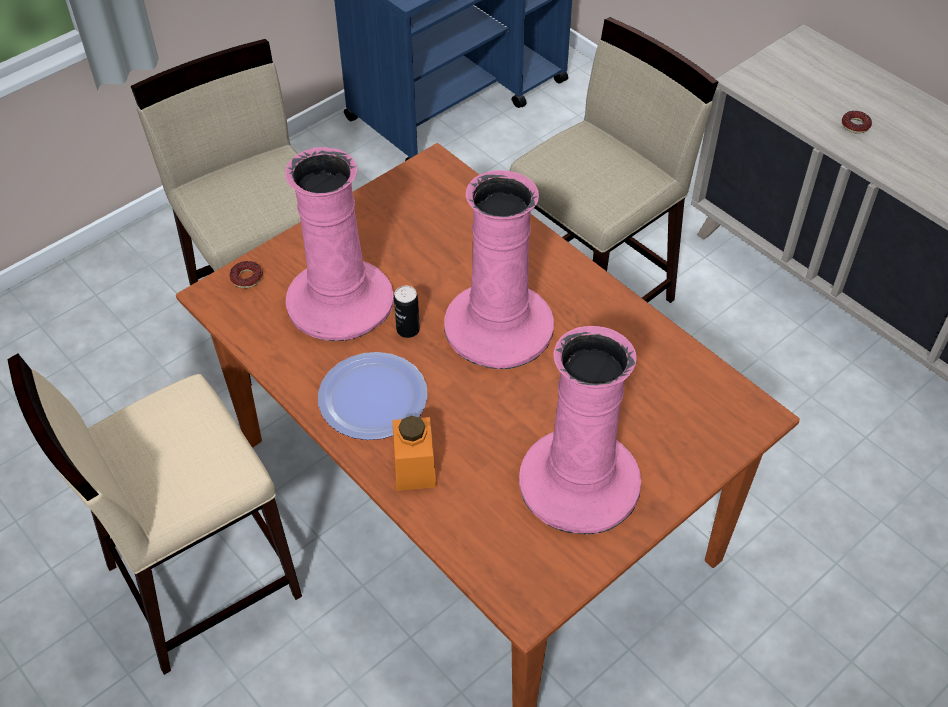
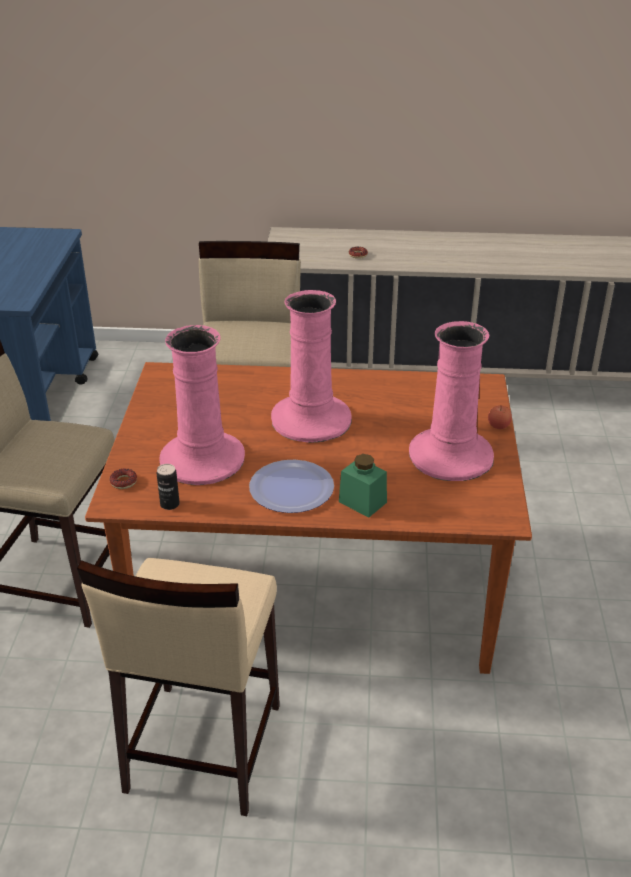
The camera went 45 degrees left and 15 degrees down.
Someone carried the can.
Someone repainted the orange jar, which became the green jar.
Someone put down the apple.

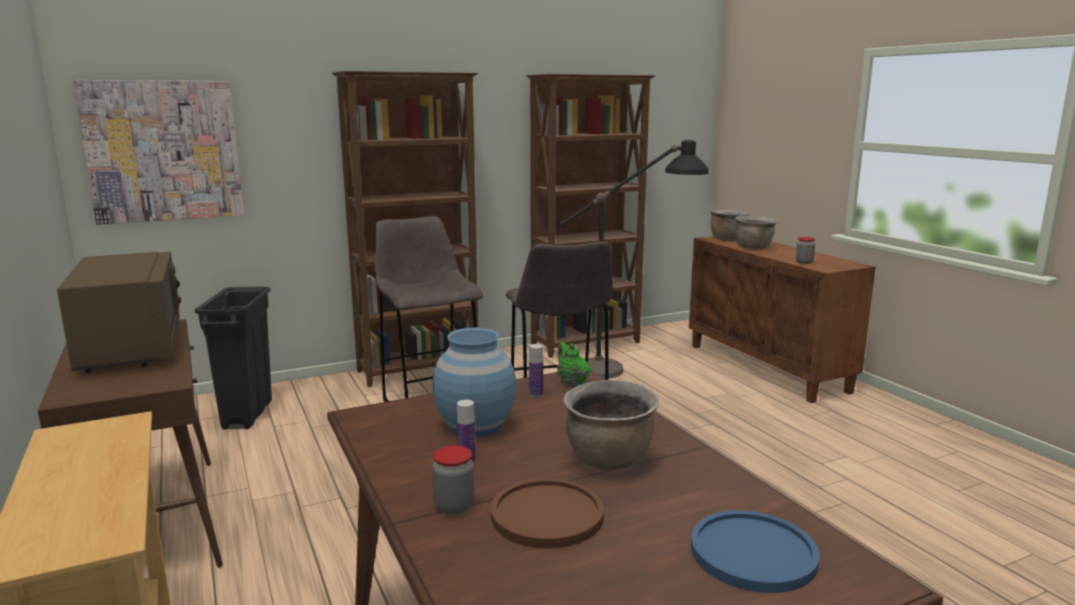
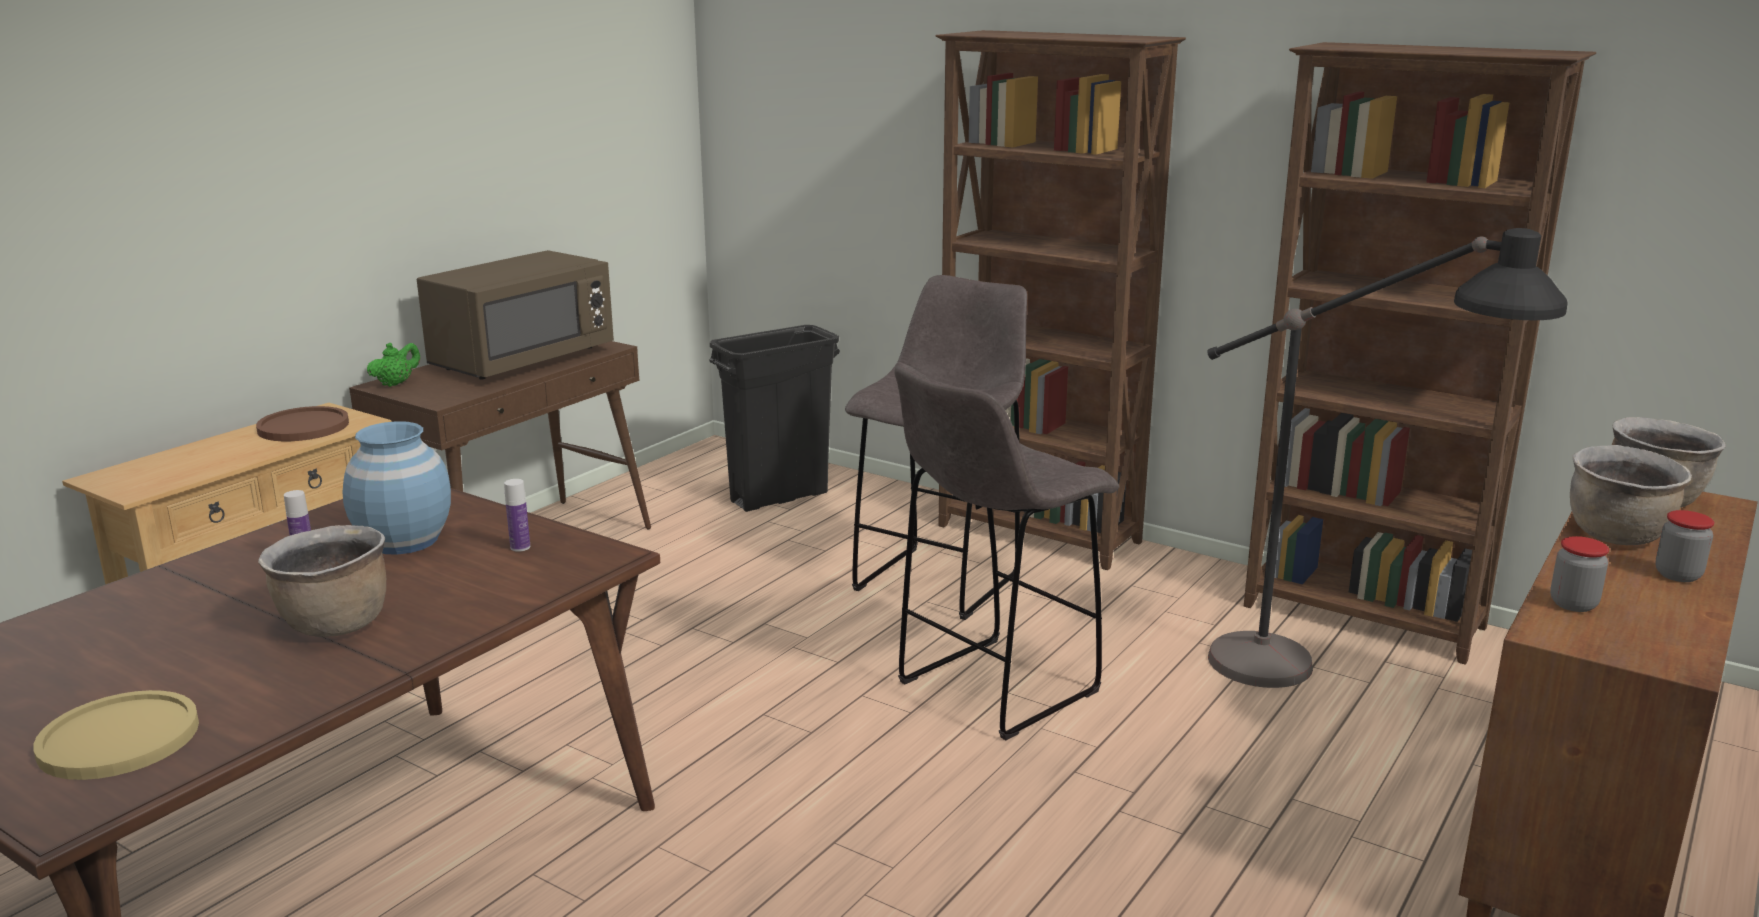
The camera went 60 degrees right and 5 degrees up.
Someone repainted the blue plate, which became the yellow plate.
Someone carried the brown plate.
Someone carried the green teapot.
Someone carried the jar (1st from left in the first image).
Someone took away the picture.

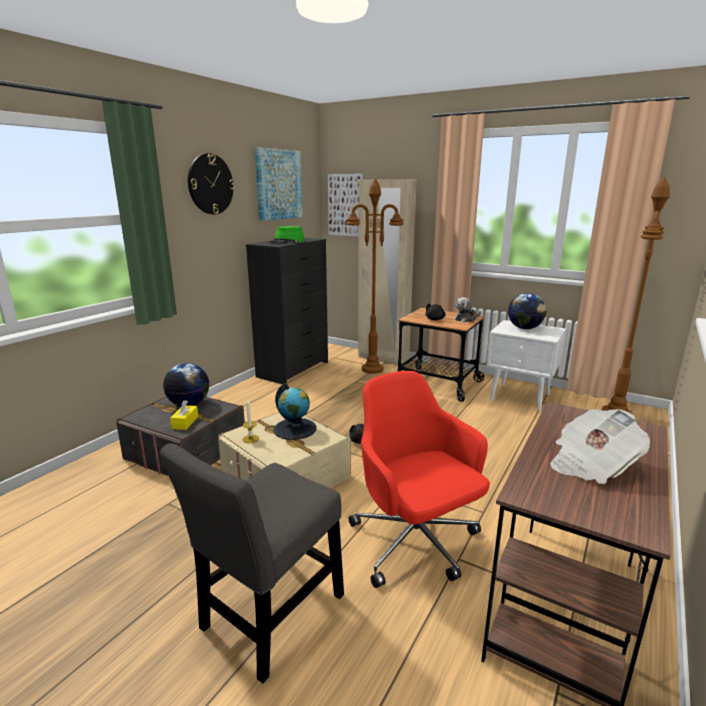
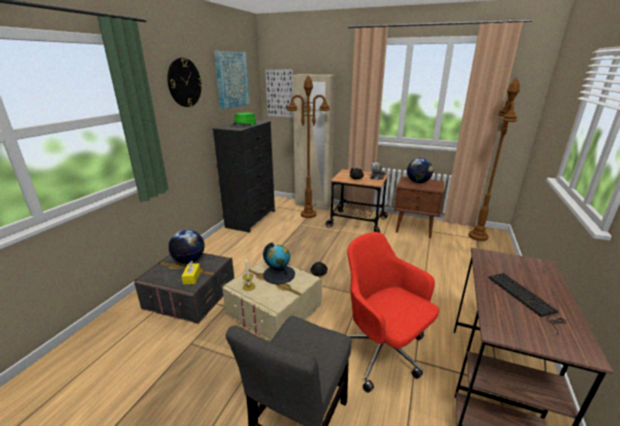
The camera went 10 degrees left and 5 degrees up.
Someone repainted the white nightstand, which became the brown nightstand.
Someone swapped the newspaper for the keyboard.

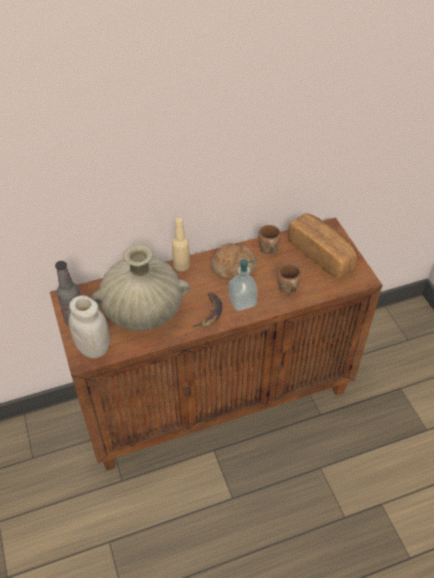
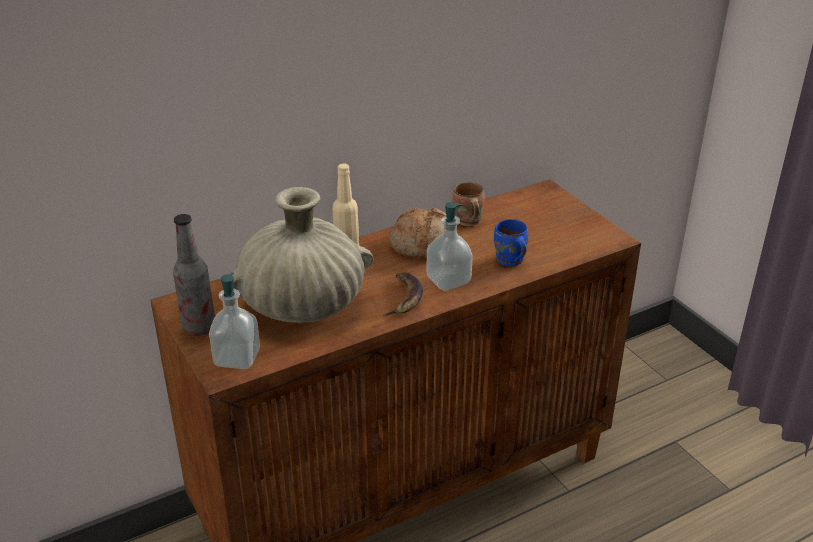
The camera went 10 degrees left and 15 degrees down.
Someone swapped the white jar for the soap dispenser (1st from left).
Someone repainted the brown mug (2nd from left), which became the blue mug.
Someone took away the bread (2nd from left).

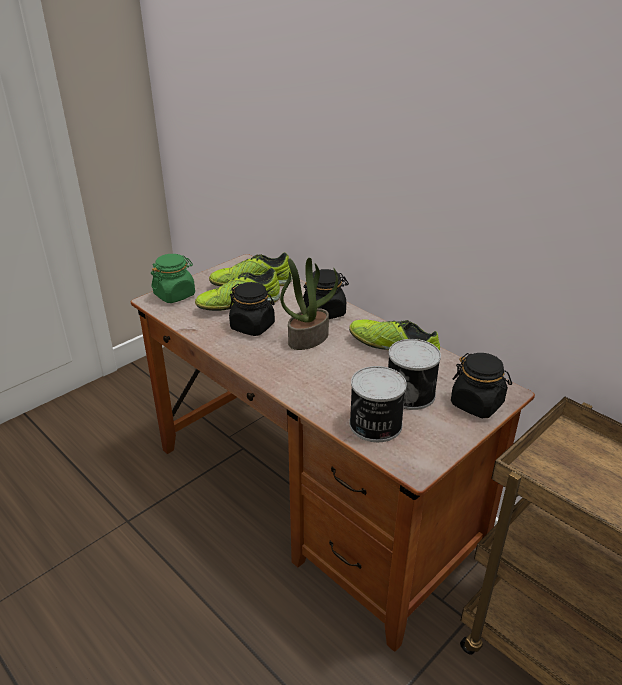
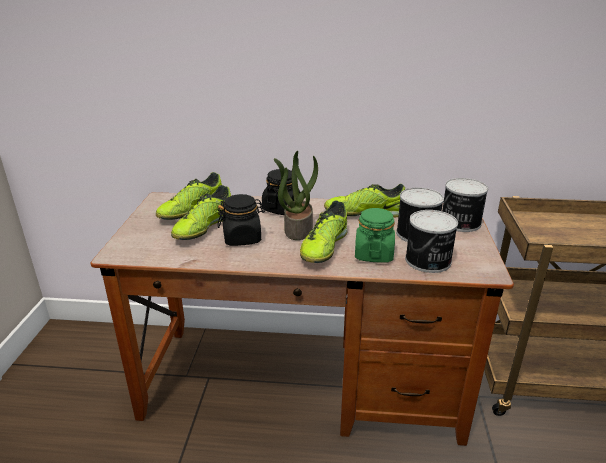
The camera went 40 degrees left and 5 degrees down.
Someone put down the shoe (3rd from left).
Someone carried the green jar.
Someone swapped the black jar (3rd from left) for the can (3rd from left).

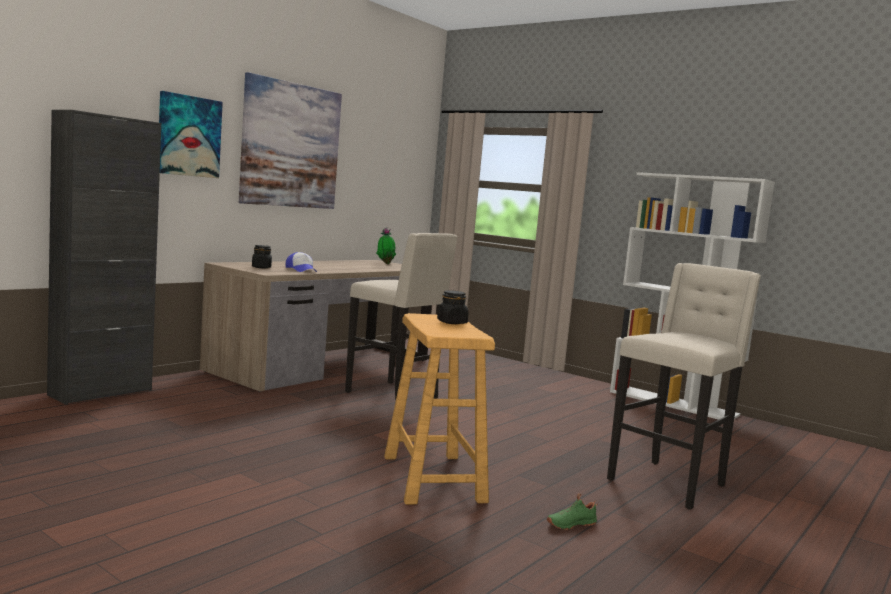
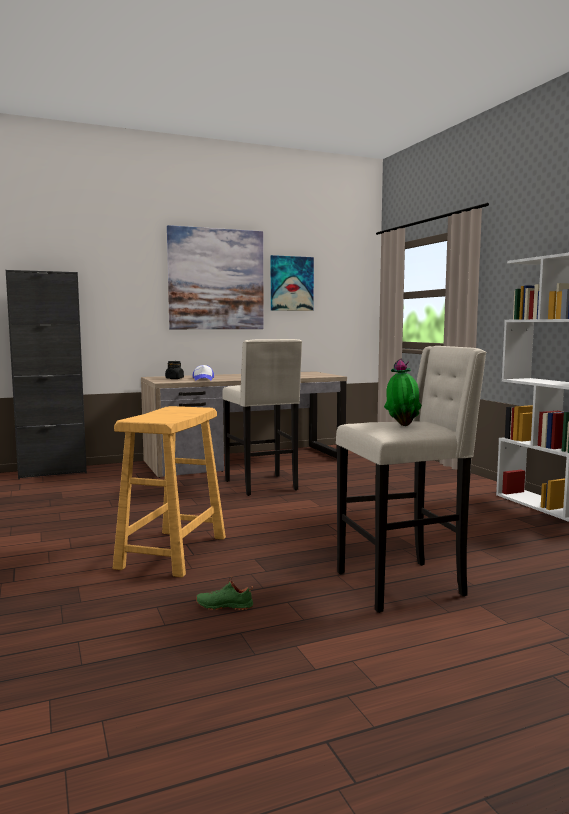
The camera went 30 degrees right and 0 degrees up.
Someone carried the picture (1st from left in the first image).
Someone carried the potted plant.
Someone took away the black jar (2nd from left).

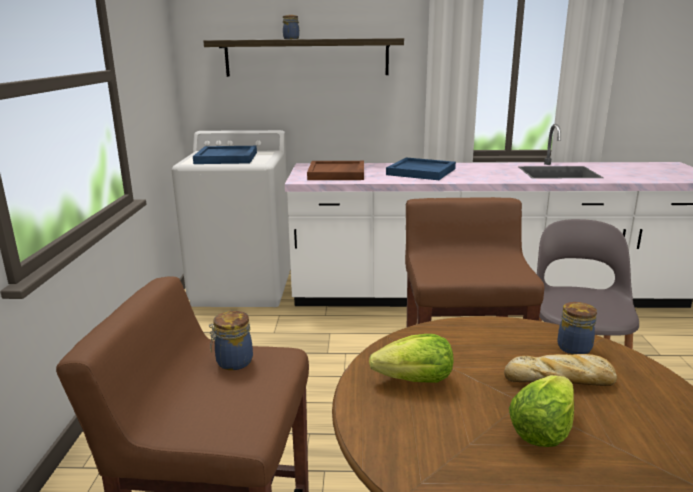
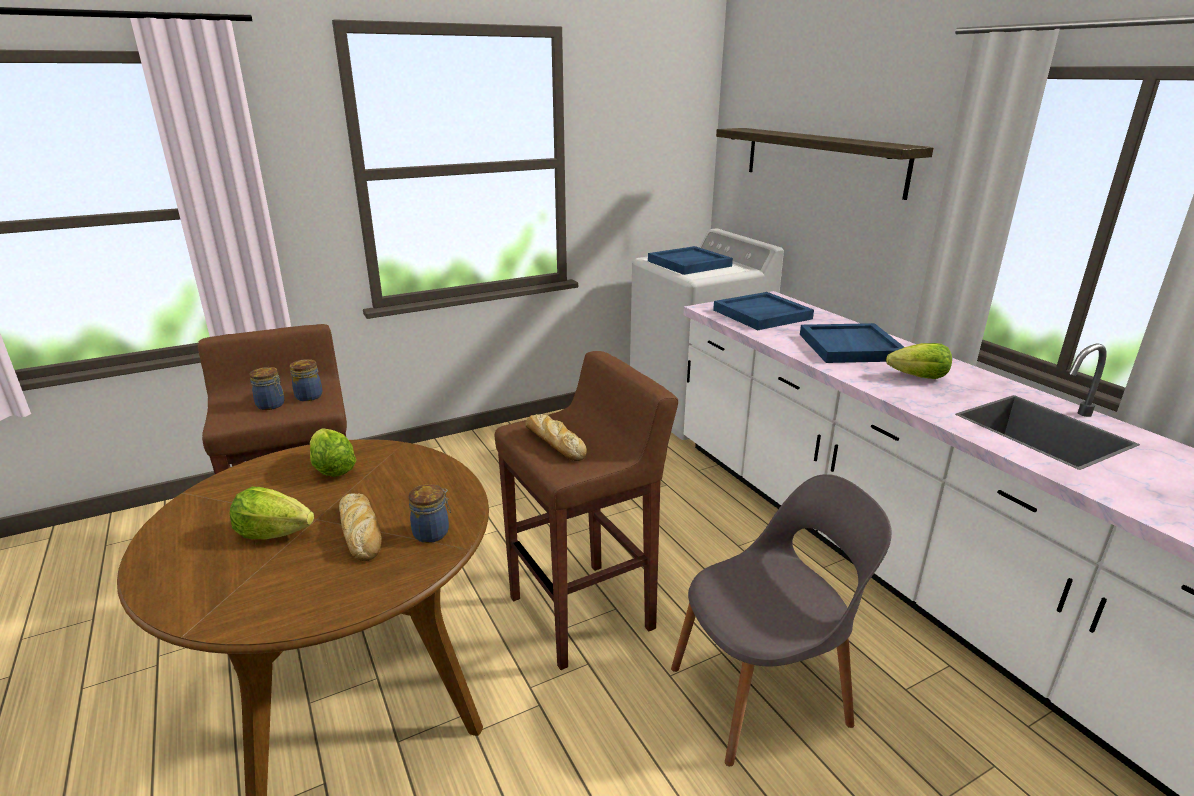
The camera went 60 degrees right and 5 degrees up.
Someone carried the jar (2nd from left in the first image).
Someone put down the bread (2nd from left).
Someone repainted the brown tray, which became the blue tray (2nd from left).
Someone put down the lettuce (3rd from left).

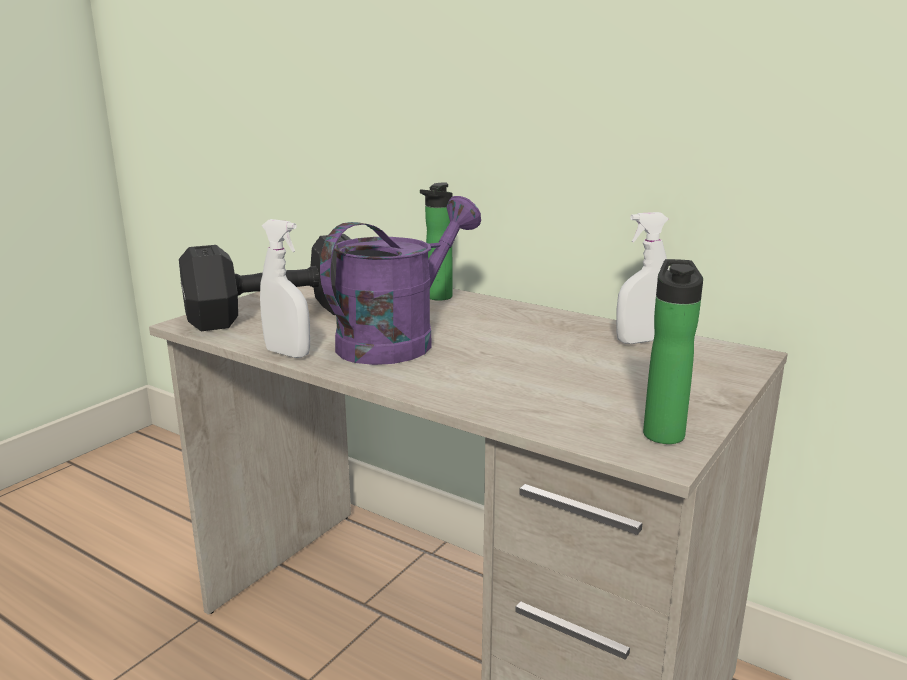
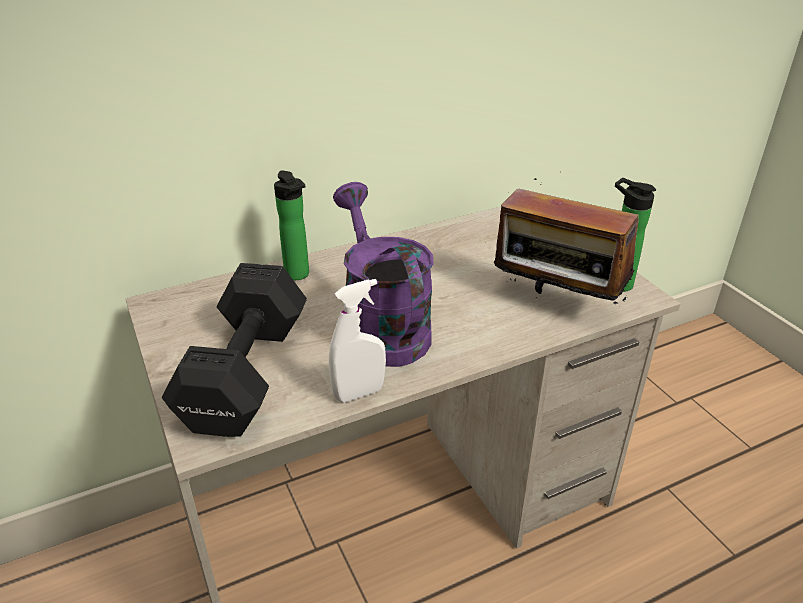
The camera went 60 degrees left and 15 degrees up.
Someone put down the radio.
Someone took away the white spray bottle (2nd from left).

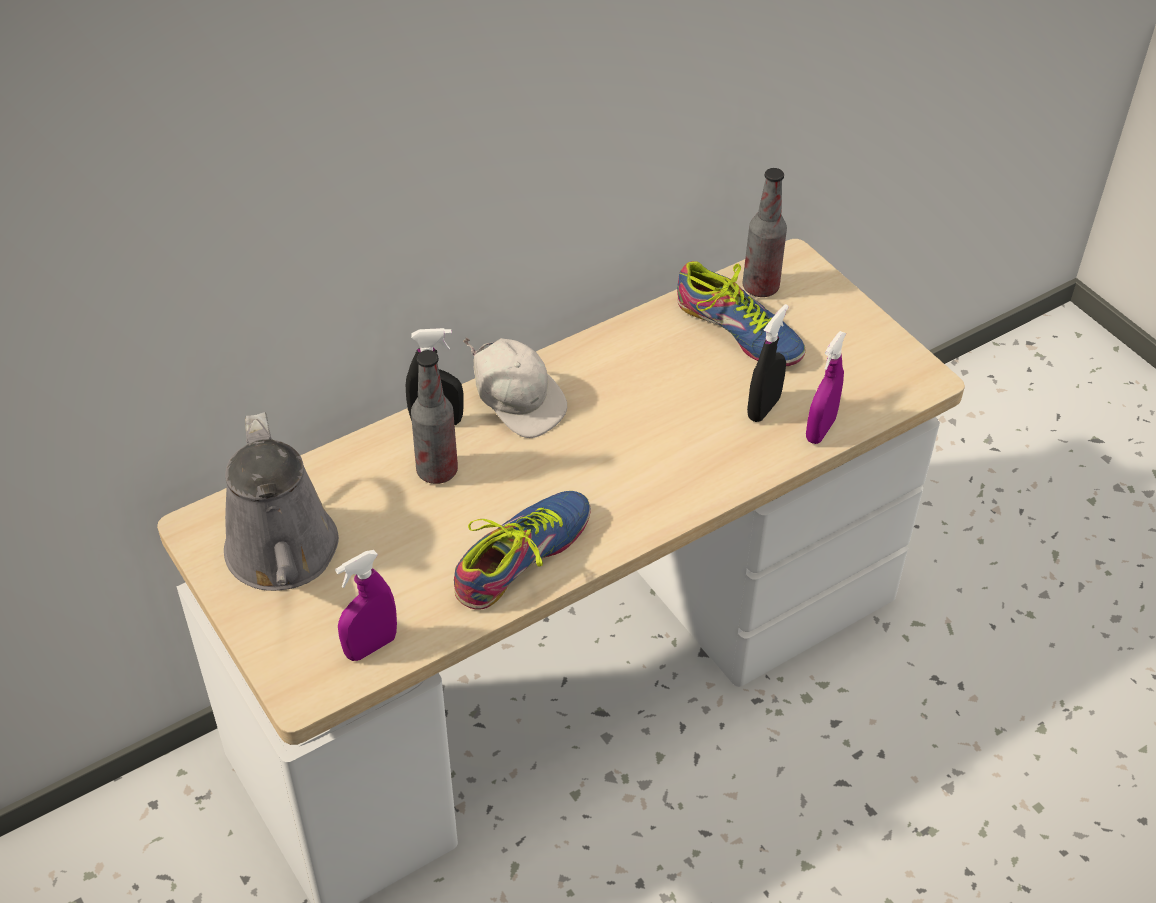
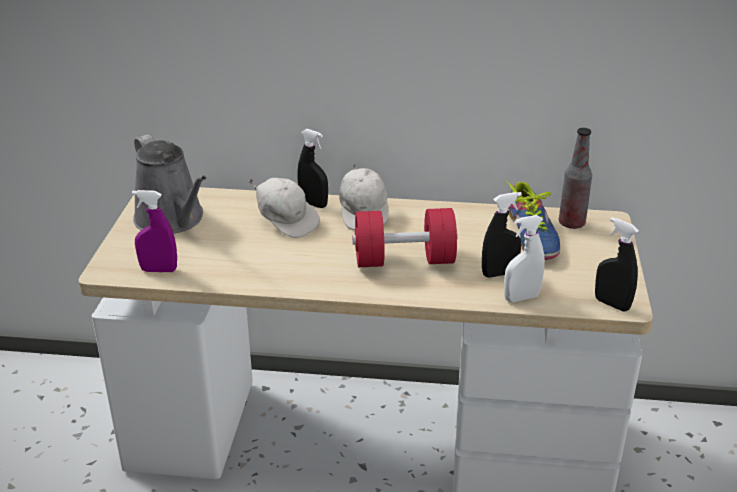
The camera went 40 degrees right and 15 degrees down.
Someone rotated the grey watering can by 60 degrees counterclockwise.
Someone swapped the bottle (1st from left) for the white cap (1st from left).
Someone put down the red dumbbell.
Someone repainted the purple spray bottle (2nd from left), which became the white spray bottle.
Someone put down the black spray bottle (3rd from left).
Someone took away the shoe (1st from left).

